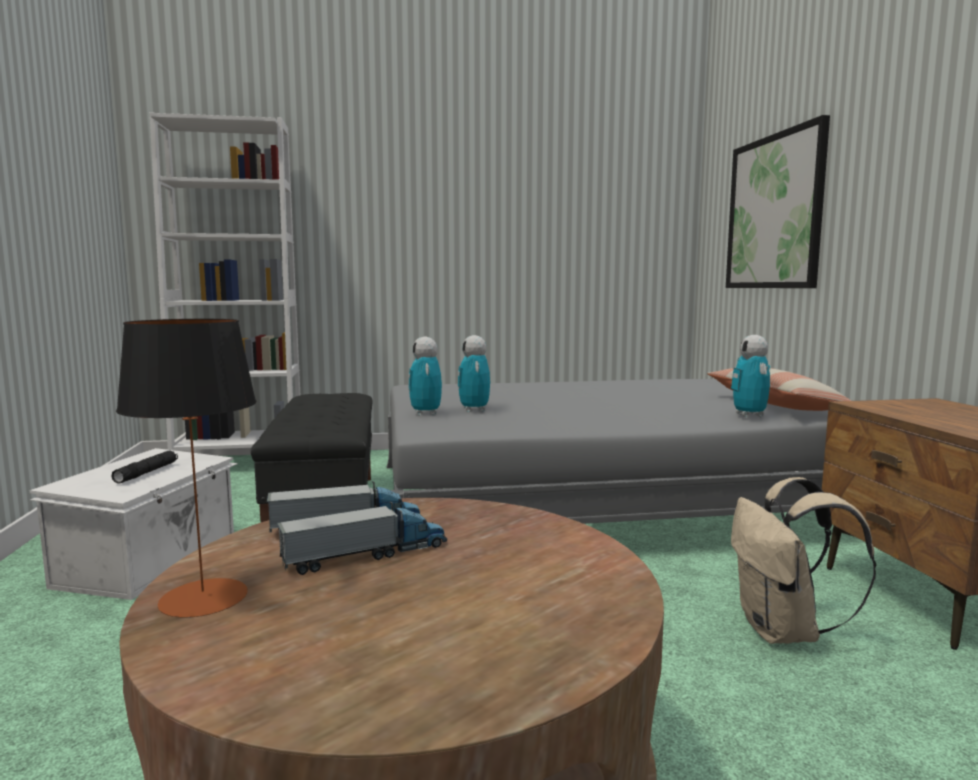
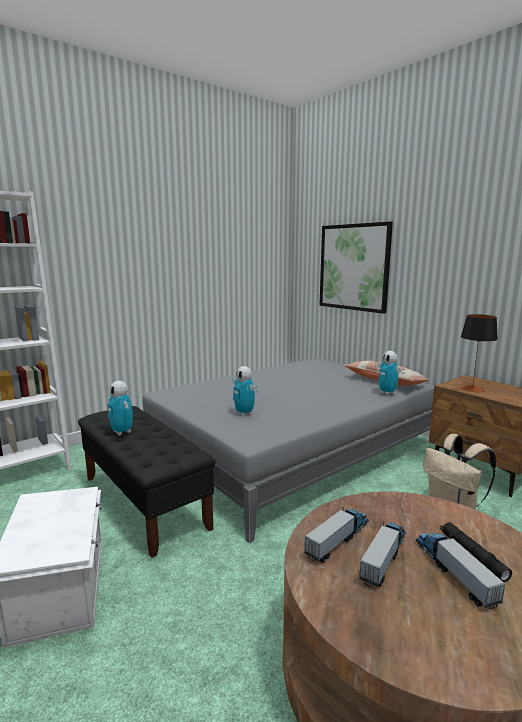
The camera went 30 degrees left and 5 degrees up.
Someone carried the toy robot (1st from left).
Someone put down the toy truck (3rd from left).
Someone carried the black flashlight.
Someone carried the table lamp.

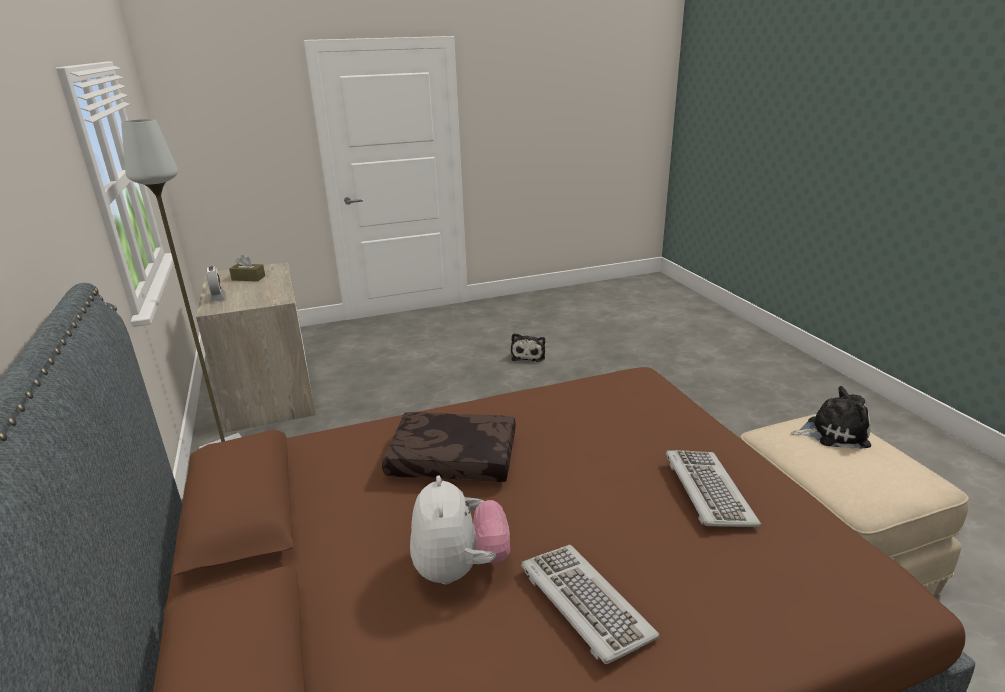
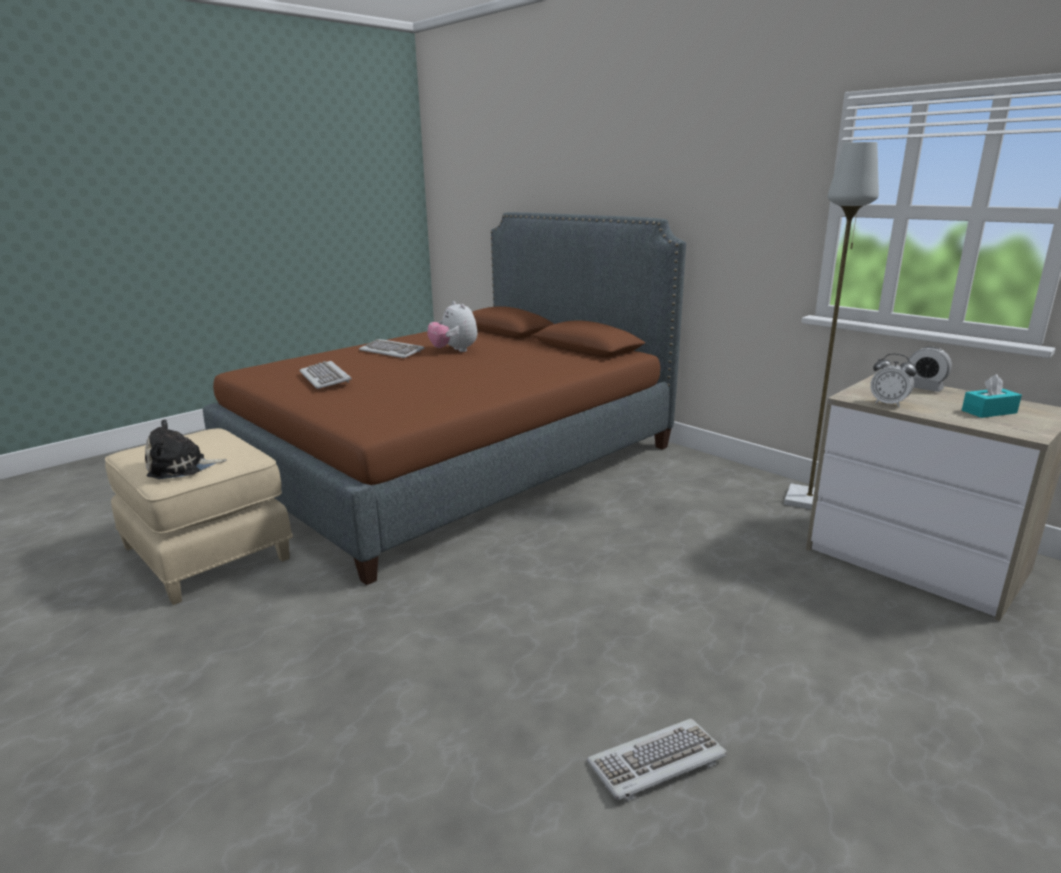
The camera went 155 degrees right and 5 degrees down.
Someone swapped the plush toy (2nd from left) for the keyboard (3rd from left).
Someone put down the alarm clock (1st from left).
Someone repainted the brown tissue box, which became the turquoise tissue box.
Someone took away the brown pillow.

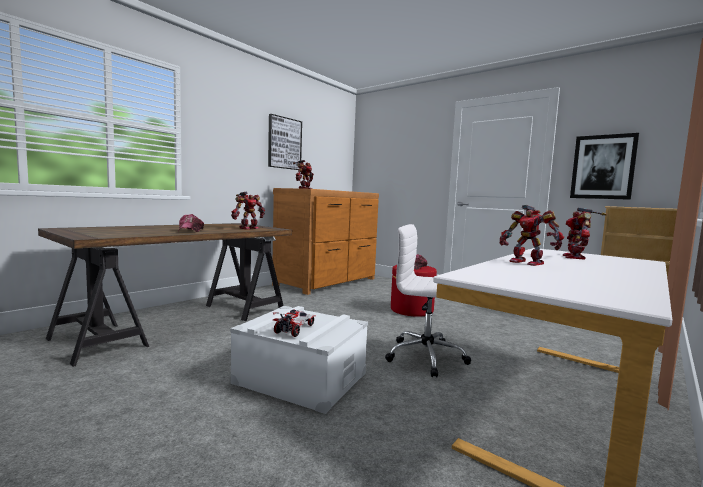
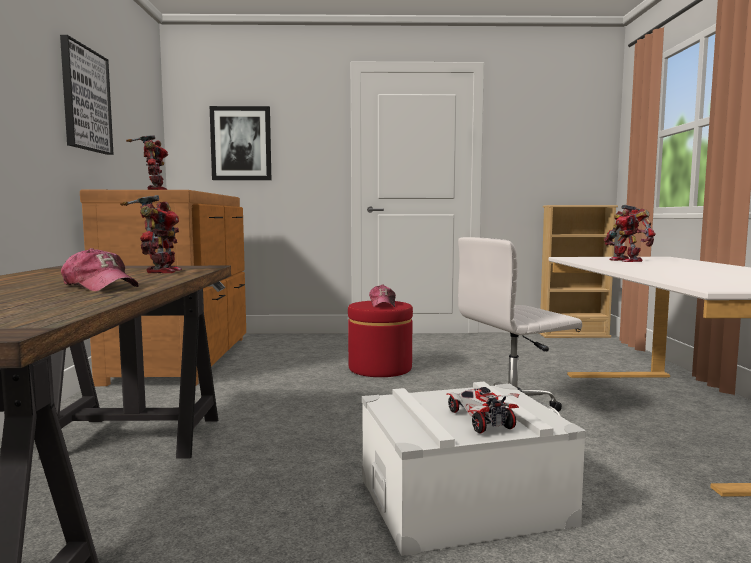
The camera went 40 degrees left and 0 degrees up.
Someone carried the picture (2nd from left).
Someone took away the toy robot (3rd from left).

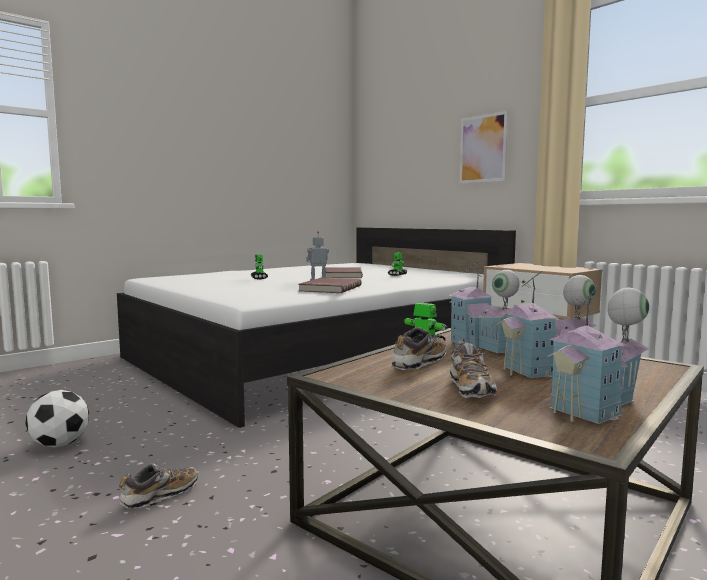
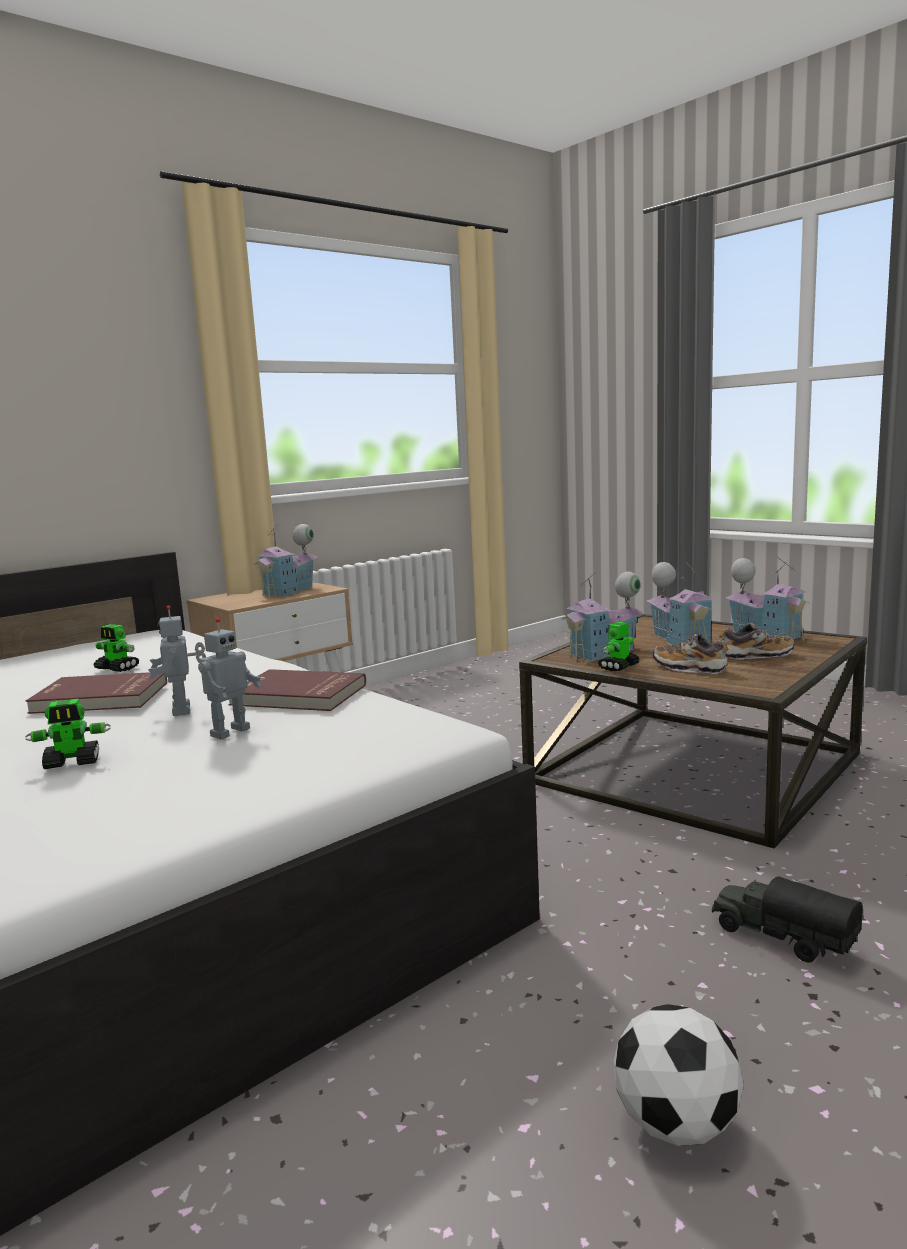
The camera went 90 degrees left and 5 degrees up.
Someone put down the toy robot (4th from left).
Someone put down the toy house (1st from left).
Someone swapped the shoe (1st from left) for the toy truck.
Someone took away the picture.

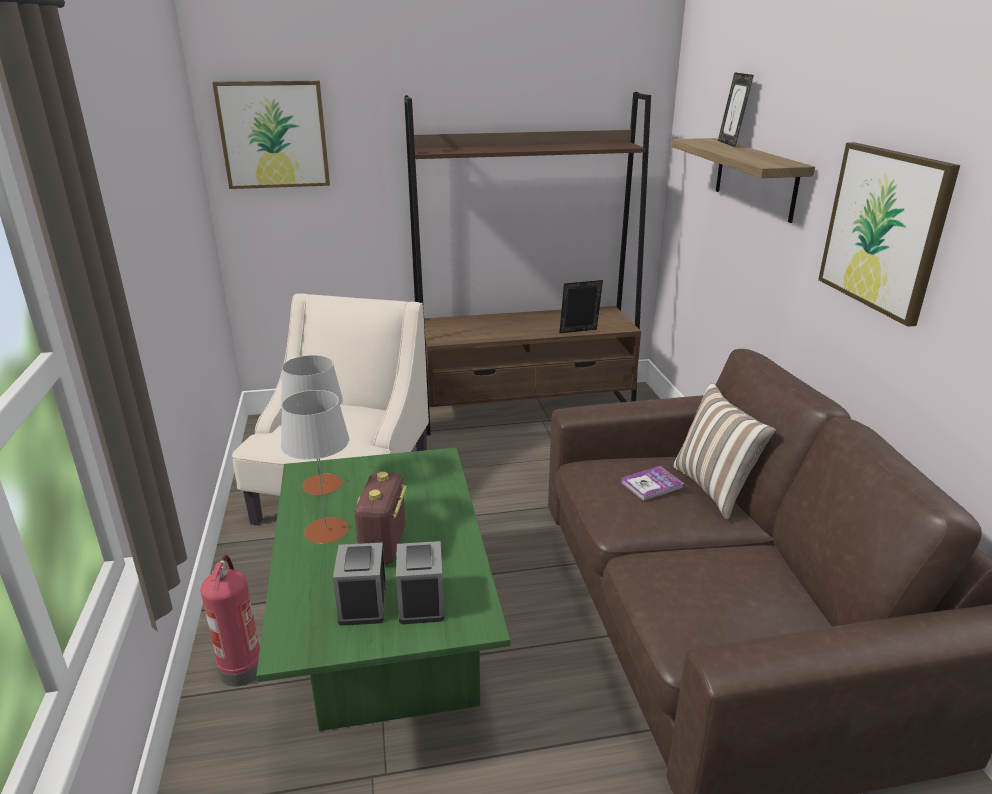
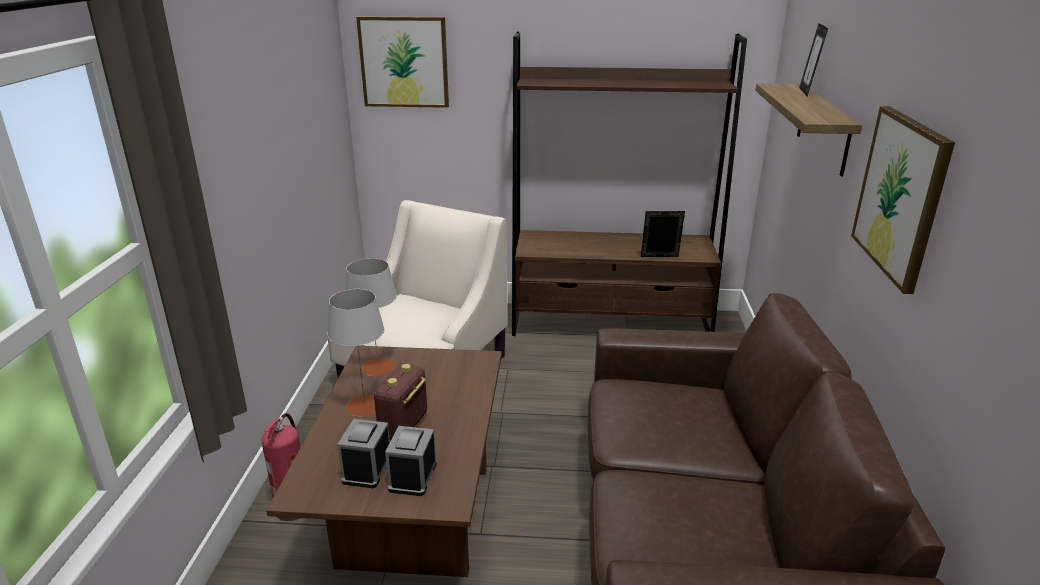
The camera went 15 degrees right and 0 degrees up.
Someone repainted the green coffee table, which became the brown coffee table.
Someone took away the book.
Someone took away the pillow.

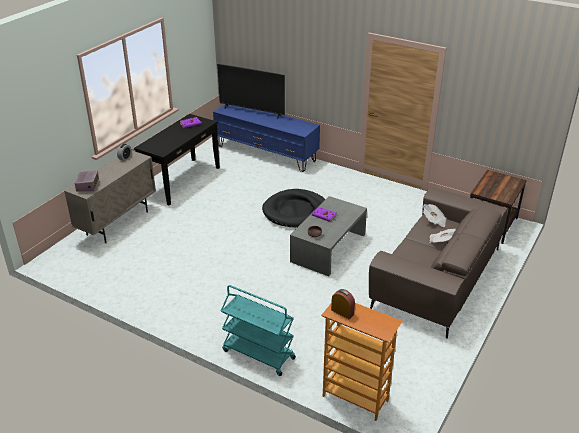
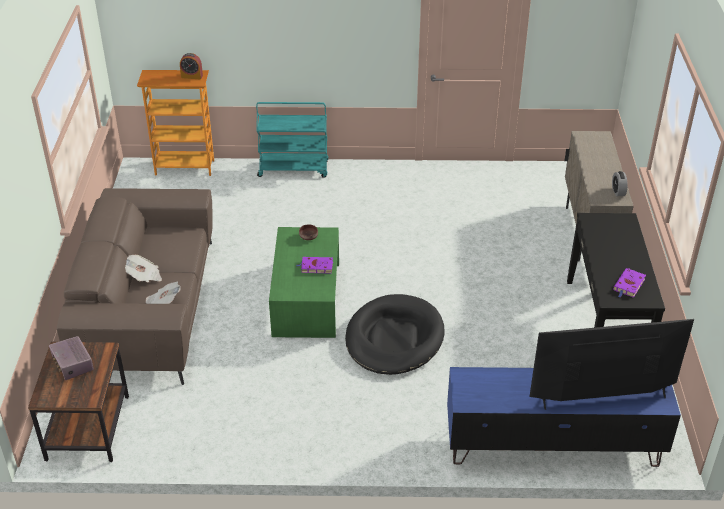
The camera went 150 degrees right and 5 degrees up.
Someone carried the radio.
Someone repainted the grey coffee table, which became the green coffee table.

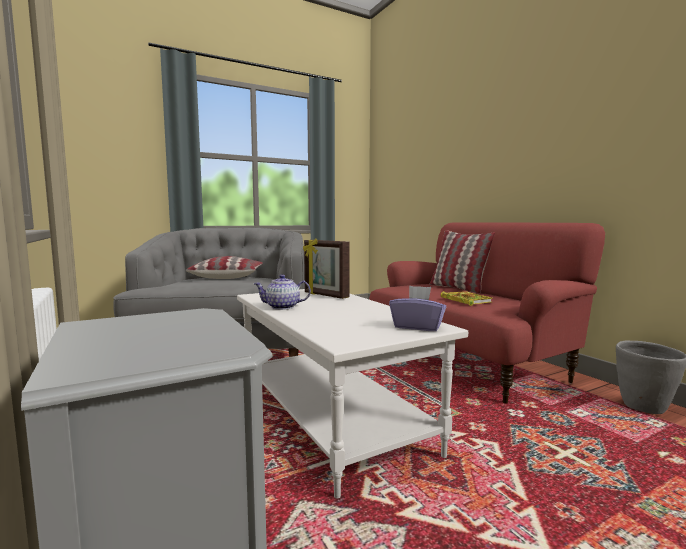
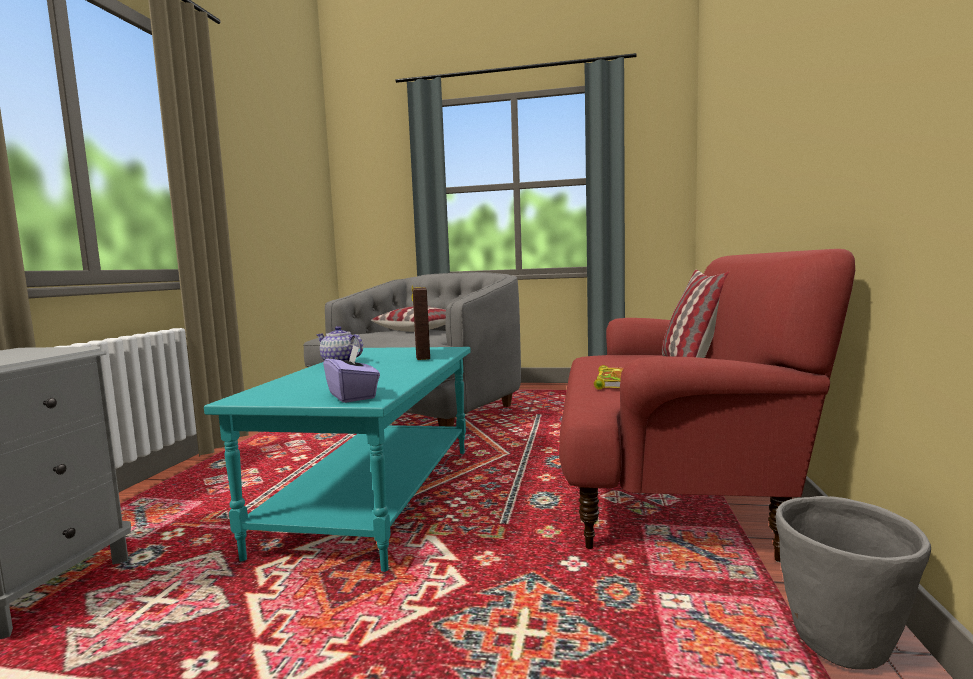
The camera went 40 degrees right and 0 degrees up.
Someone repainted the white coffee table, which became the turquoise coffee table.

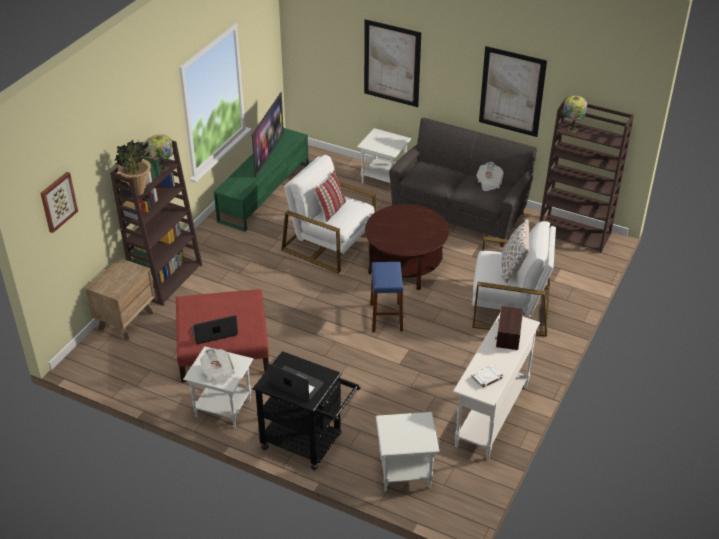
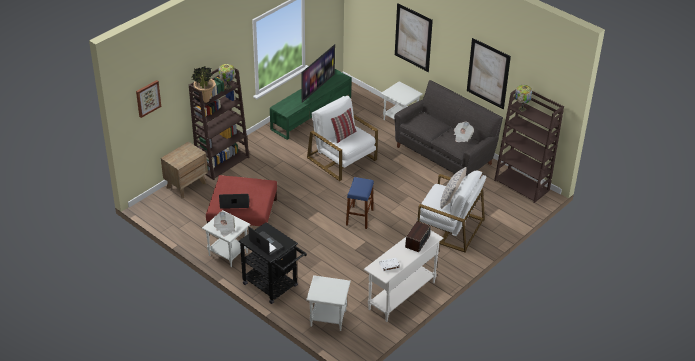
The camera went 15 degrees right and 0 degrees up.
Someone took away the brown coffee table.

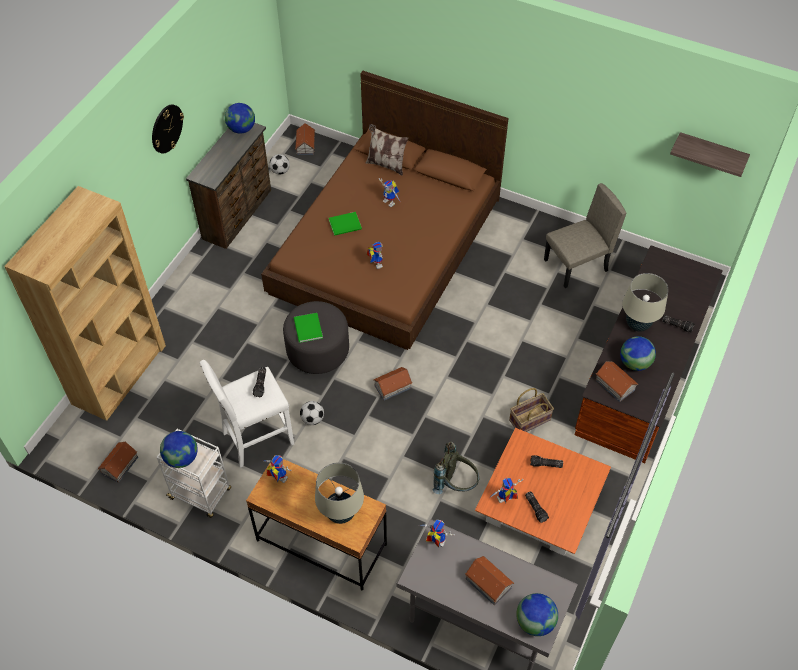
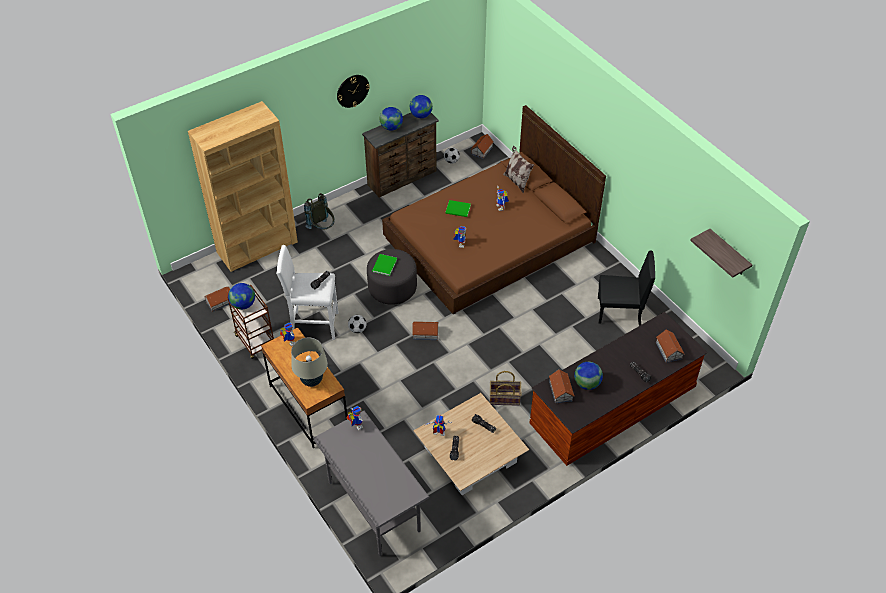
The camera went 30 degrees right and 5 degrees down.
Someone repainted the white cart, which became the brown cart.
Someone carried the grey backpack.
Someone carried the globe (3rd from left in the first image).
Someone repainted the orange coffee table, which became the beige coffee table.
Someone repainted the beige chair, which became the black chair.
Someone carried the toy house (4th from left in the first image).
Someone took away the beige table lamp (2nd from left).

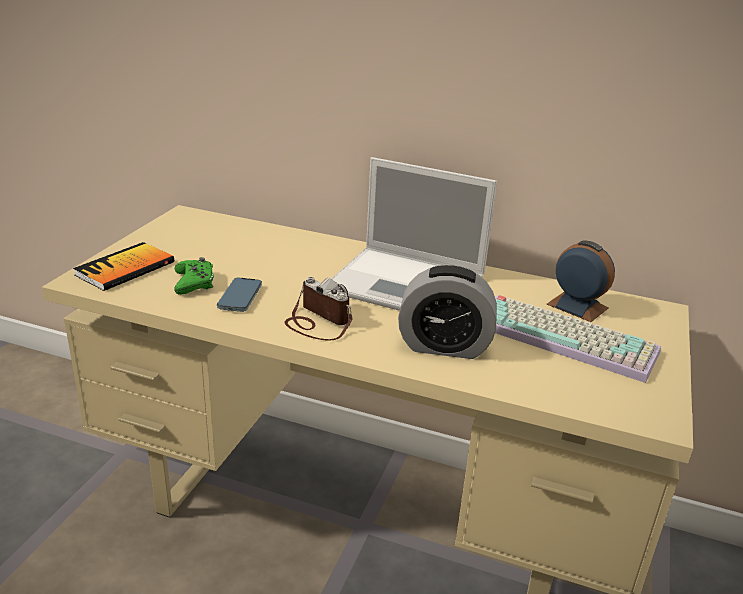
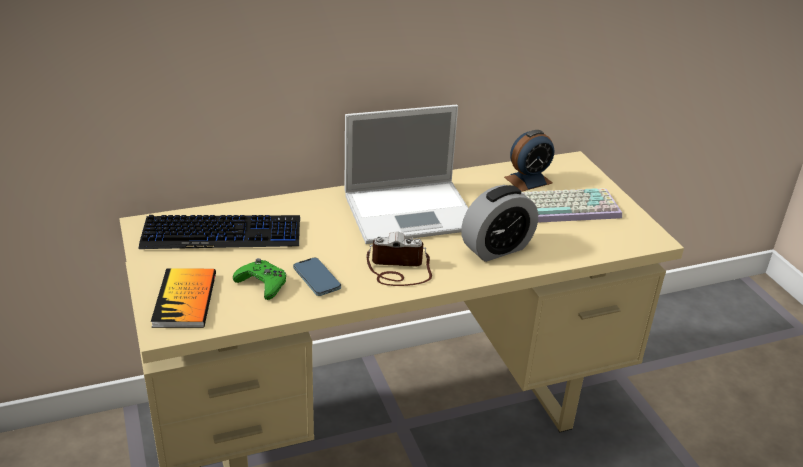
The camera went 40 degrees left and 5 degrees up.
Someone put down the keyboard (1st from left).
Someone rotated the alarm clock (2nd from left) by 150 degrees clockwise.

